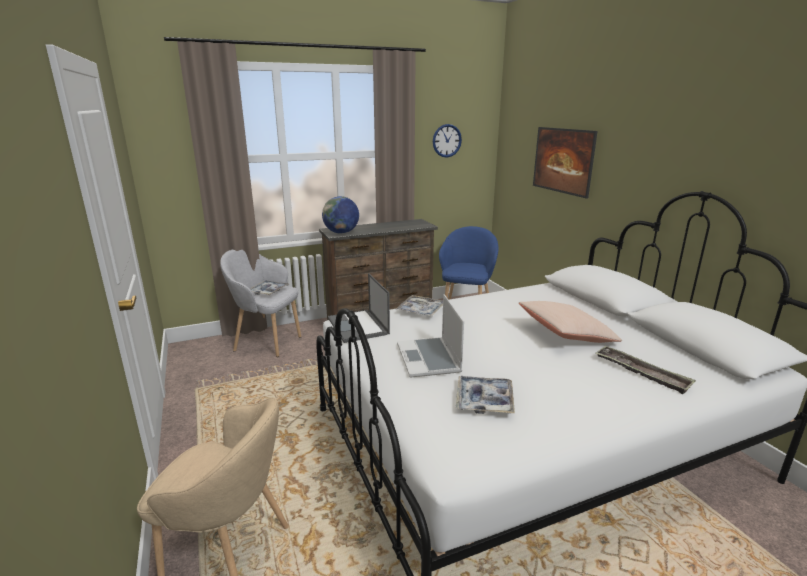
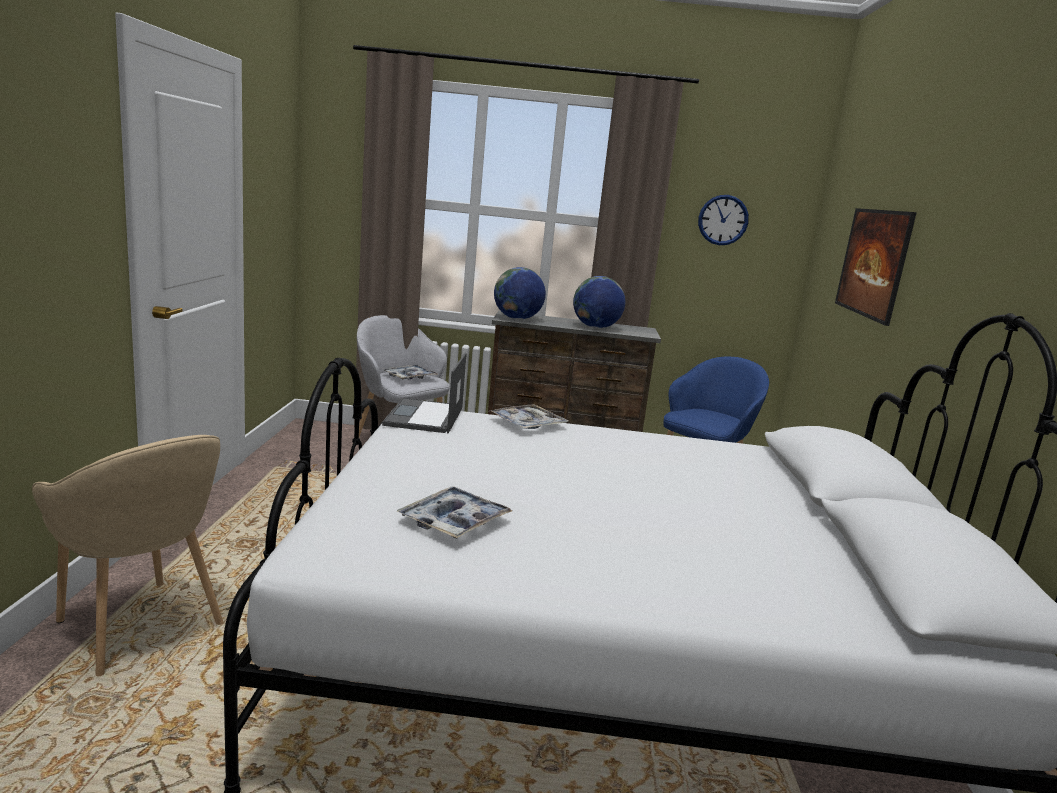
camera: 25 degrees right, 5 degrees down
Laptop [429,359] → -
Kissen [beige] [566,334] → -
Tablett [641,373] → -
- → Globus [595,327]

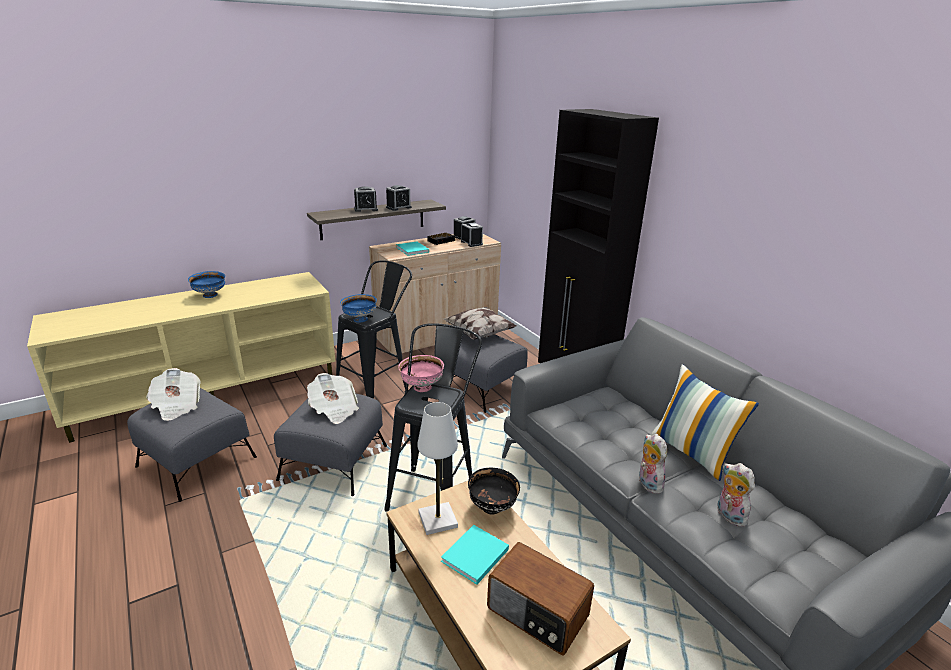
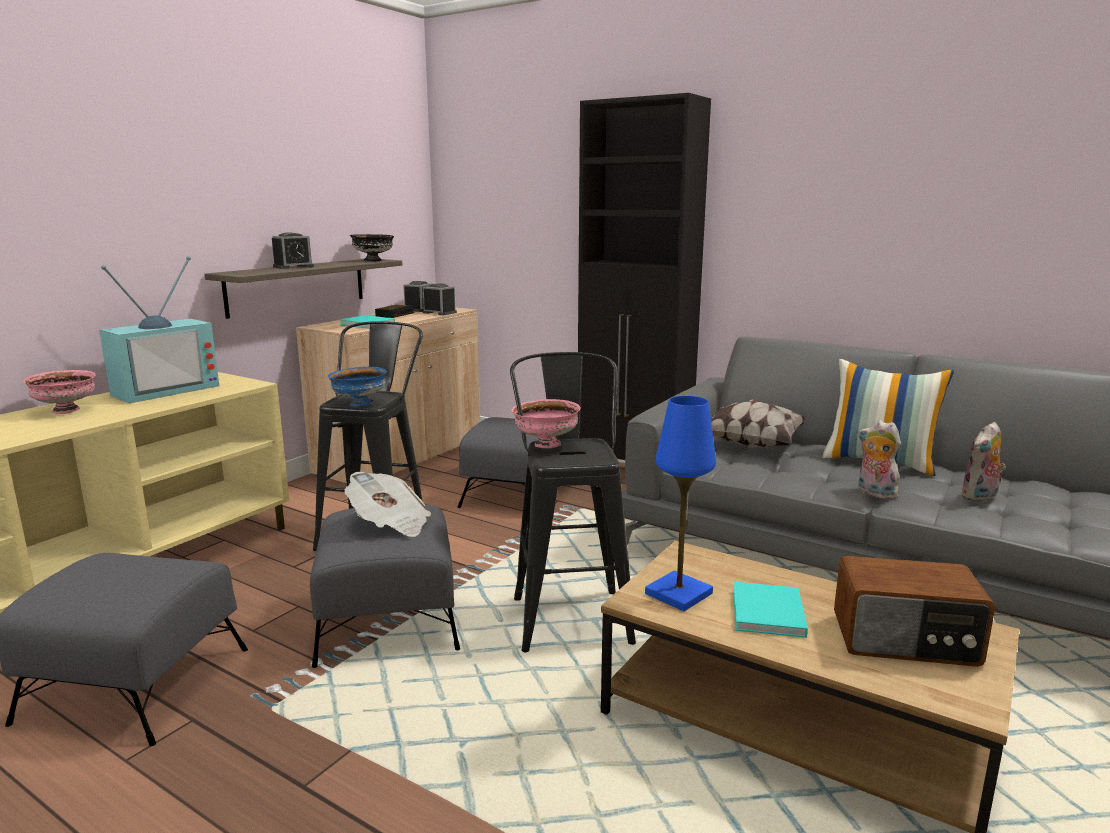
camera: 25 degrees left, 10 degrees down
Zeitung [176,406] → -
Schüssel [blau] [210,295] → Schüssel [rosa] [67,410]
Wecker [398,207] → -
Tischlampe [weiß] [438,520] → Tischlampe [blau] [678,593]
Kissen [479,333] → Kissen [751,444], moved
Schüssel [schwarz] [492,507] → Schüssel [schwarz] [373,260], moved
Plüschtier [728,515] → Plüschtier [980,497], 75 degrees counterclockwise
- → Fernseher [165,389]

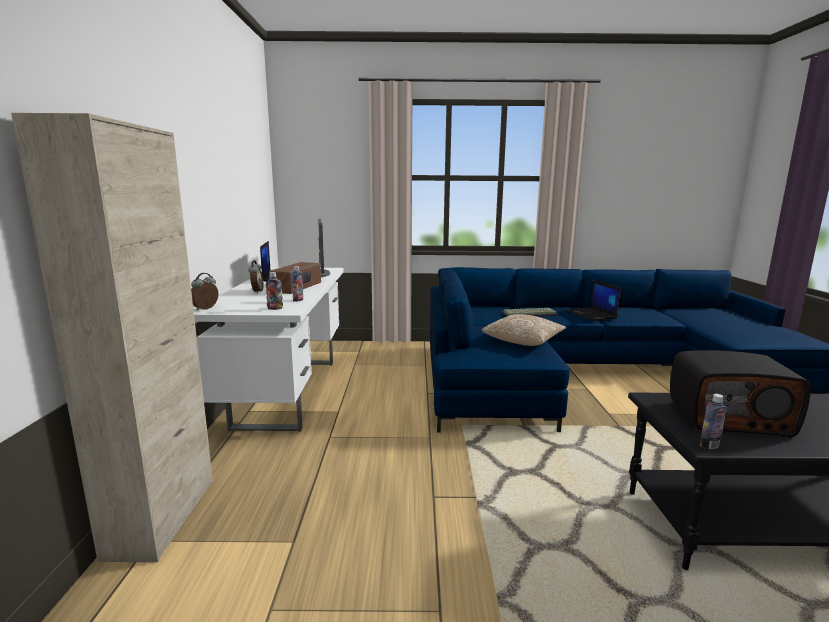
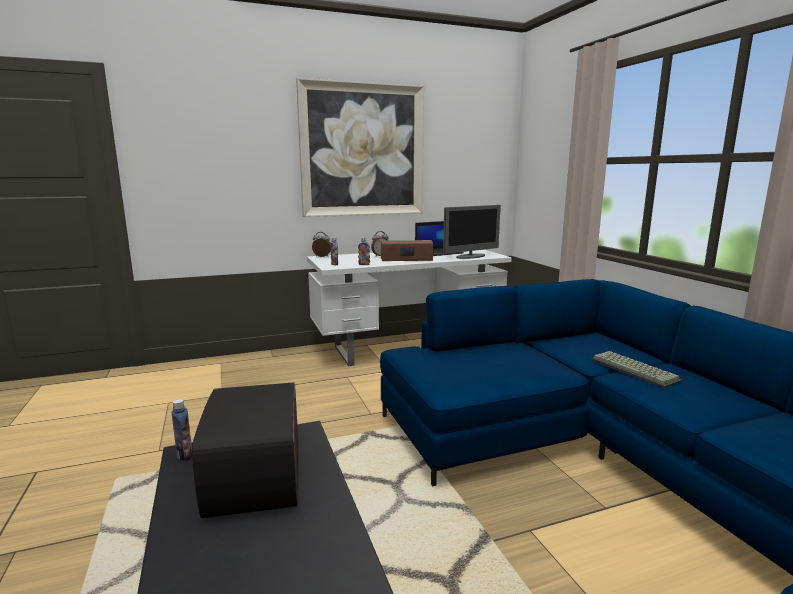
camera: 70 degrees right, 0 degrees up
Schrank [beige] [162,517] → -
Kissen [523,341] → -
Laptop [592,314] → -
- → Bild [363,150]

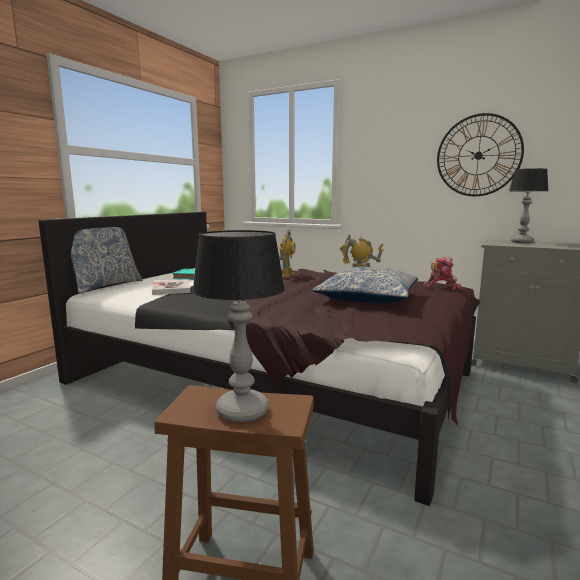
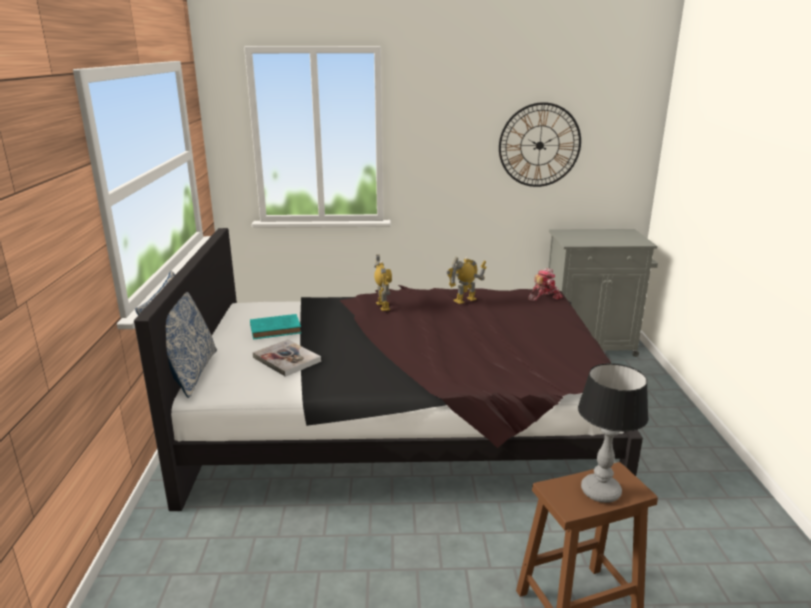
camera: 30 degrees left, 10 degrees up
Kissen [367,298] → -
Tischlampe [521,242] → -

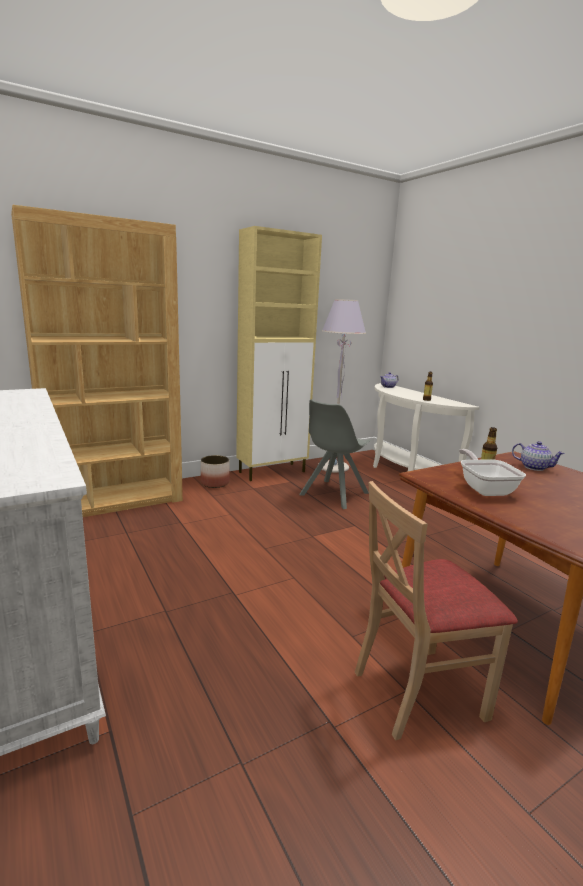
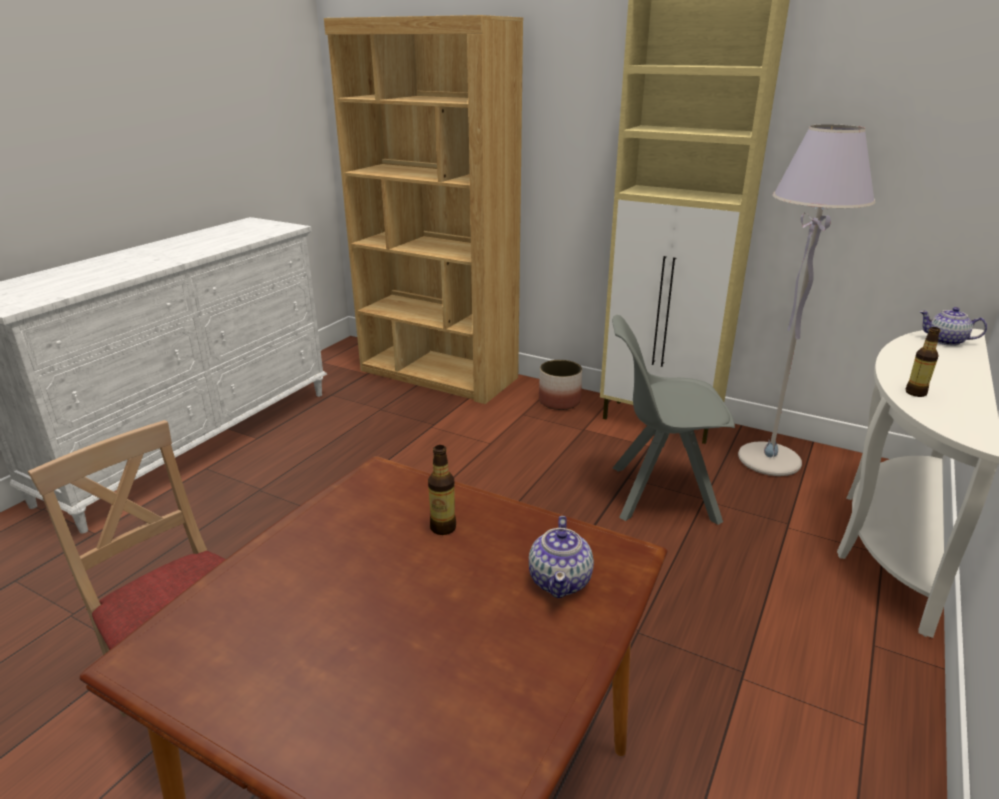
camera: 60 degrees right, 10 degrees up
Pfanne [484,488] → -

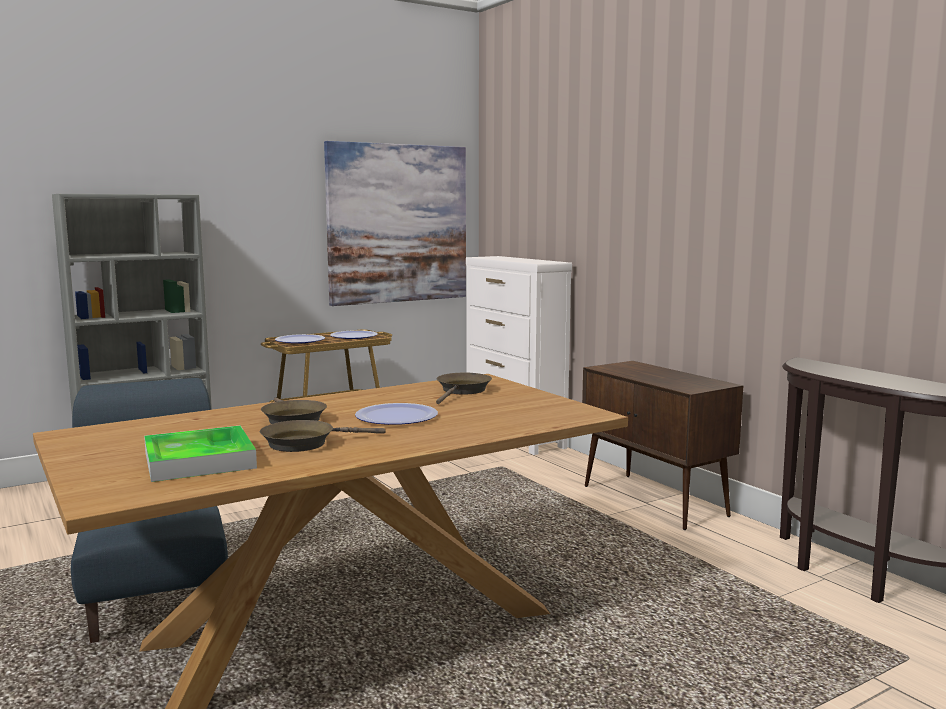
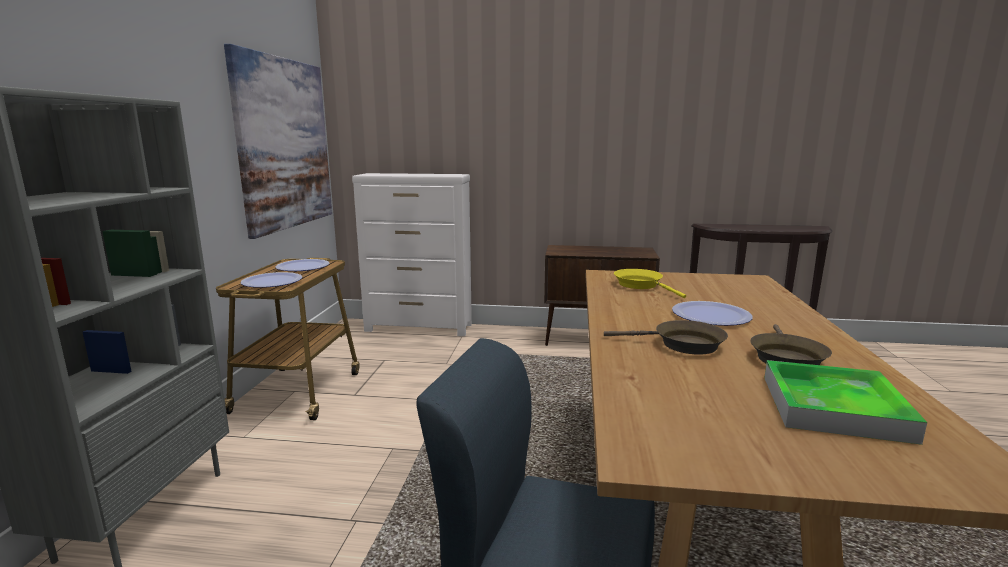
camera: 50 degrees left, 5 degrees up
Pfanne [braun] [462,391] → Pfanne [gelb] [641,285]

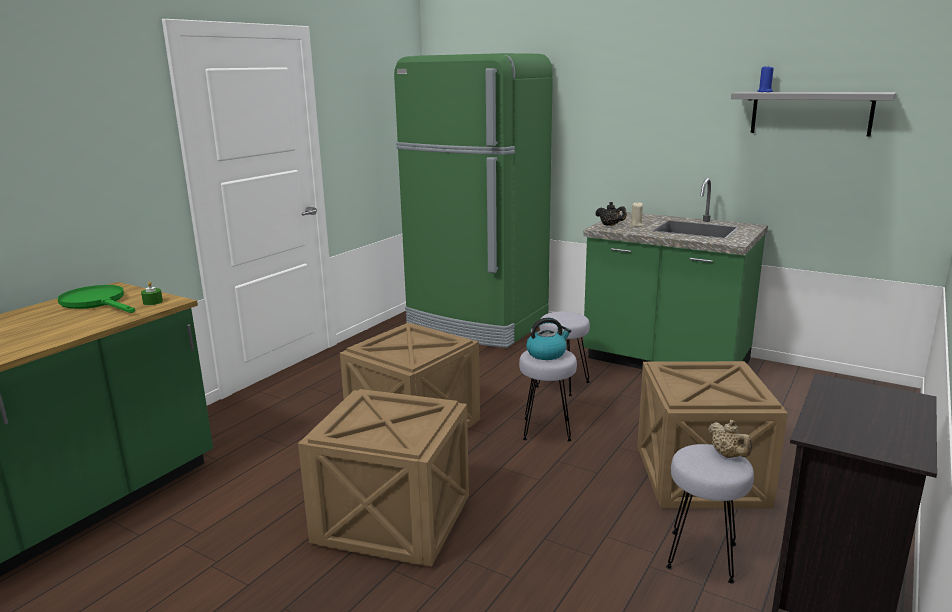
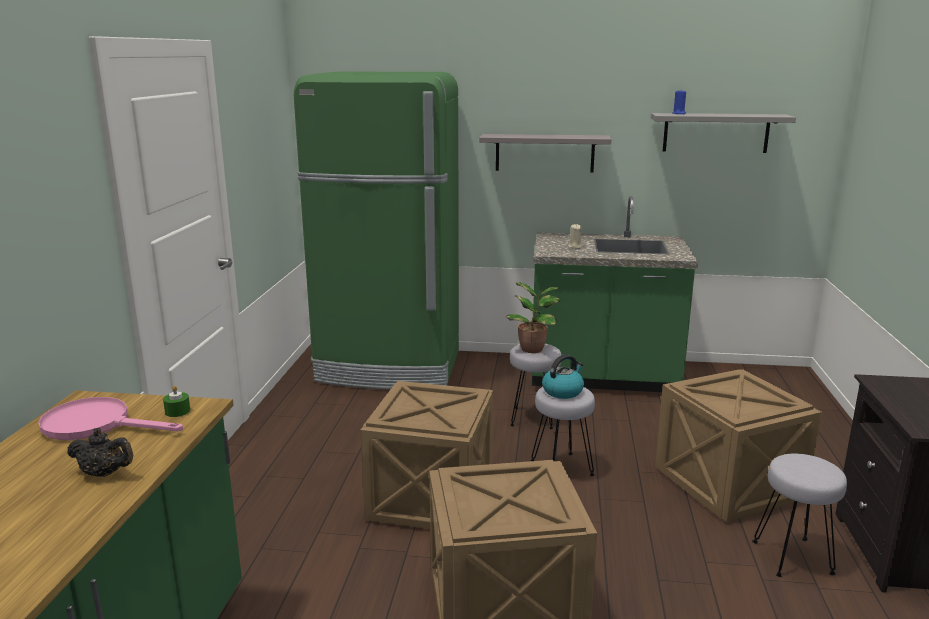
camera: 25 degrees left, 0 degrees up
Pfanne [grün] [97,302] → Pfanne [rosa] [97,425]
Teekanne [schwarz] [610,225] → Teekanne [schwarz] [105,474], moved
Teekanne [beige] [728,455] → -
- → Wandregal [grau] [544,153]
- → Topfpflanze [533,349]

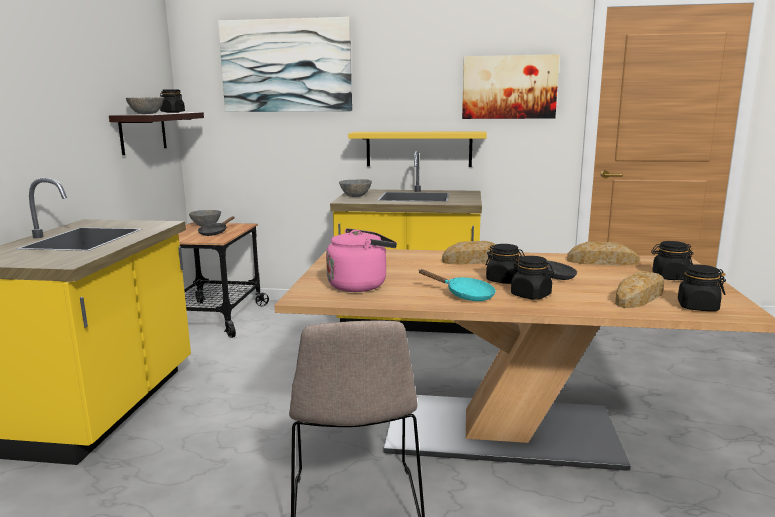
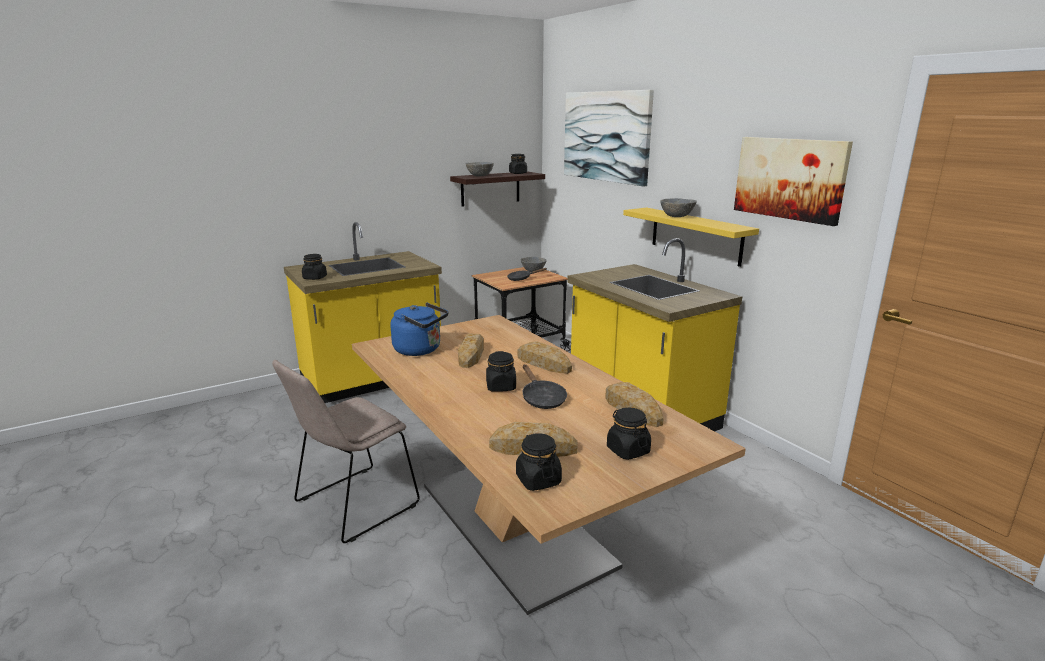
camera: 50 degrees right, 5 degrees up
Wasserkessel [rosa] [360,285] → Wasserkessel [blau] [420,350]
Schüssel [grau] [355,196] → Schüssel [grau] [676,216], moved
Pfanne [türkis] [465,295] → -
Vorratsglas [schwarz] [531,295] → Vorratsglas [schwarz] [315,278], moved
- → Brot [471,354]

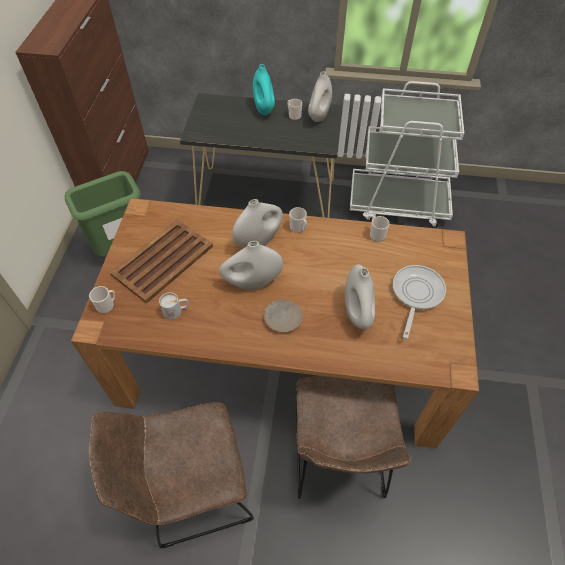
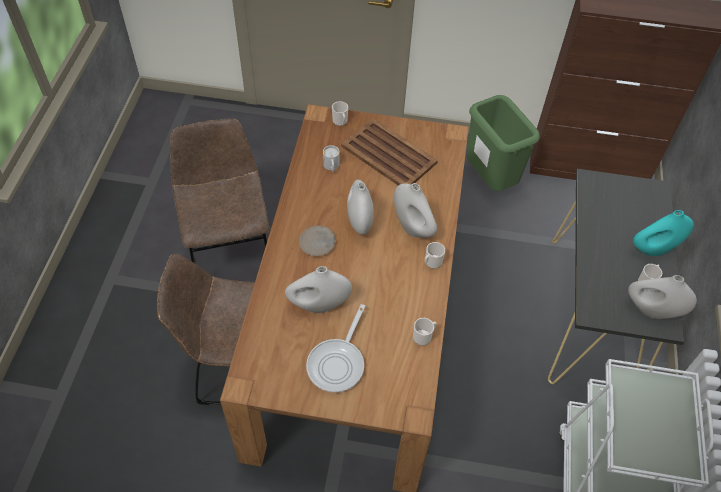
camera: 90 degrees right, 0 degrees up
Pfanne [416,294] → Pfanne [338,363], 90 degrees clockwise

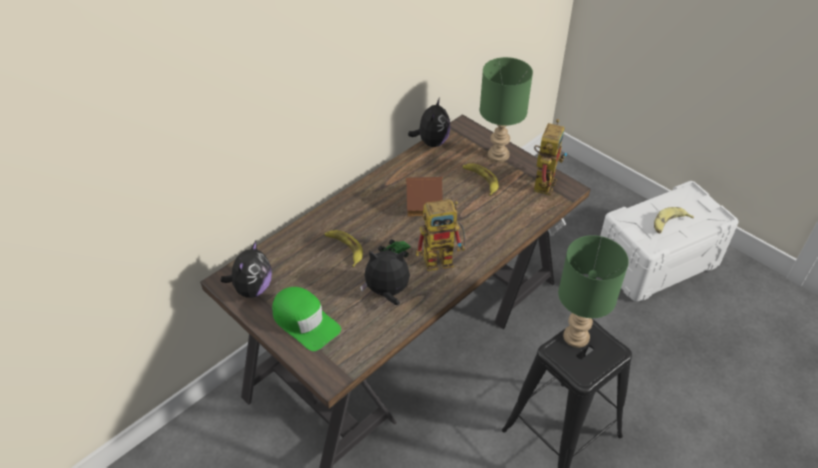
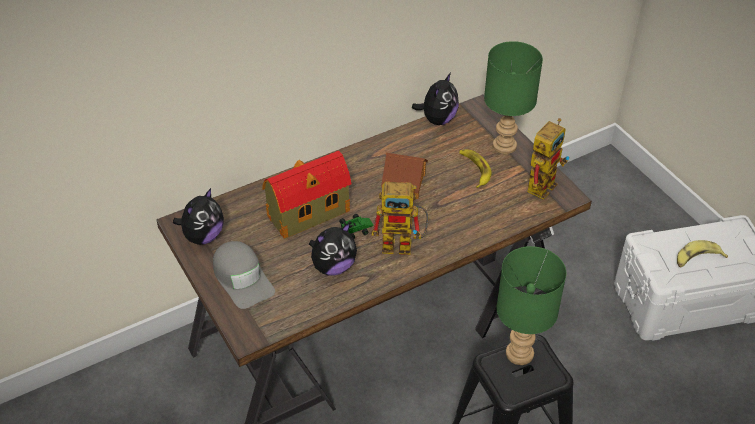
camera: 15 degrees right, 0 degrees up
Kappe [grün] [305,322] → Kappe [grau] [242,279]
Banane [344,248] → Spielzeughaus [306,214]
Plüschtier [387,292] → Plüschtier [333,266], 135 degrees clockwise

